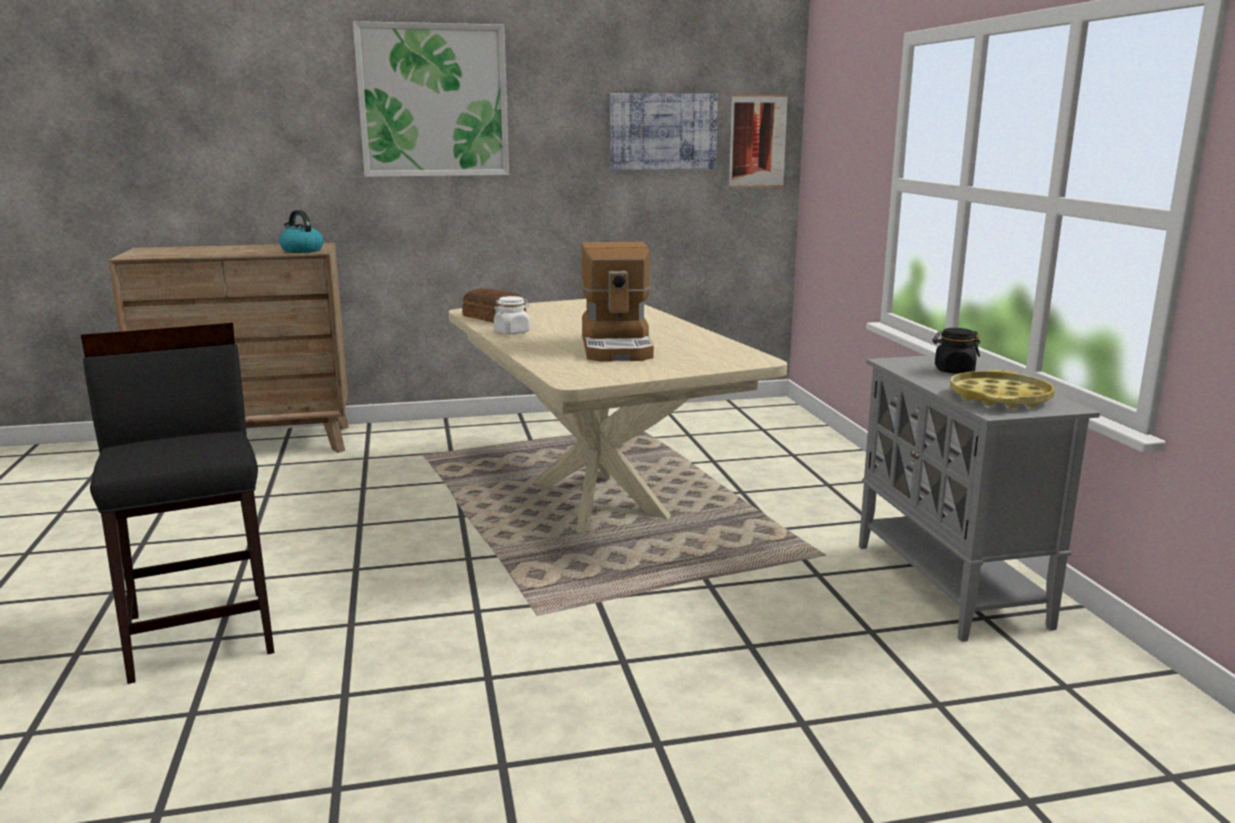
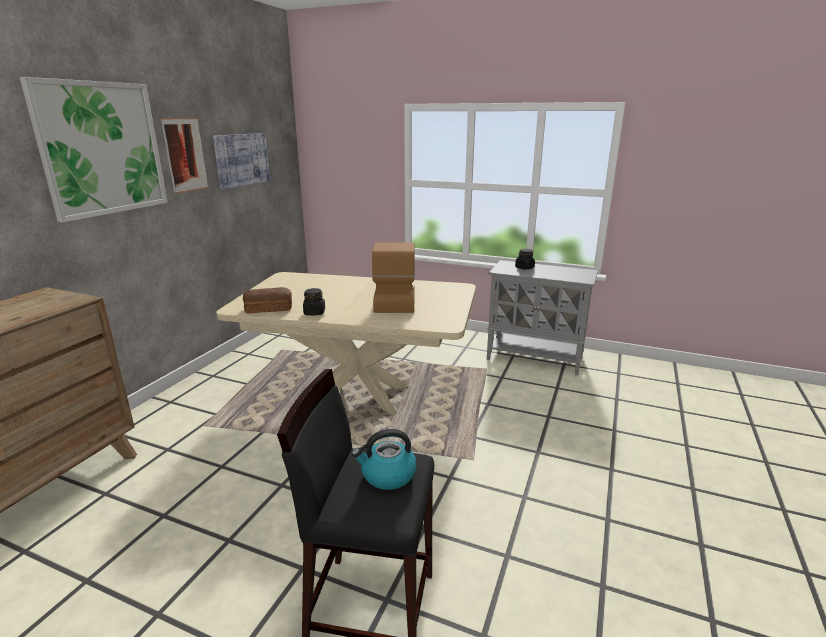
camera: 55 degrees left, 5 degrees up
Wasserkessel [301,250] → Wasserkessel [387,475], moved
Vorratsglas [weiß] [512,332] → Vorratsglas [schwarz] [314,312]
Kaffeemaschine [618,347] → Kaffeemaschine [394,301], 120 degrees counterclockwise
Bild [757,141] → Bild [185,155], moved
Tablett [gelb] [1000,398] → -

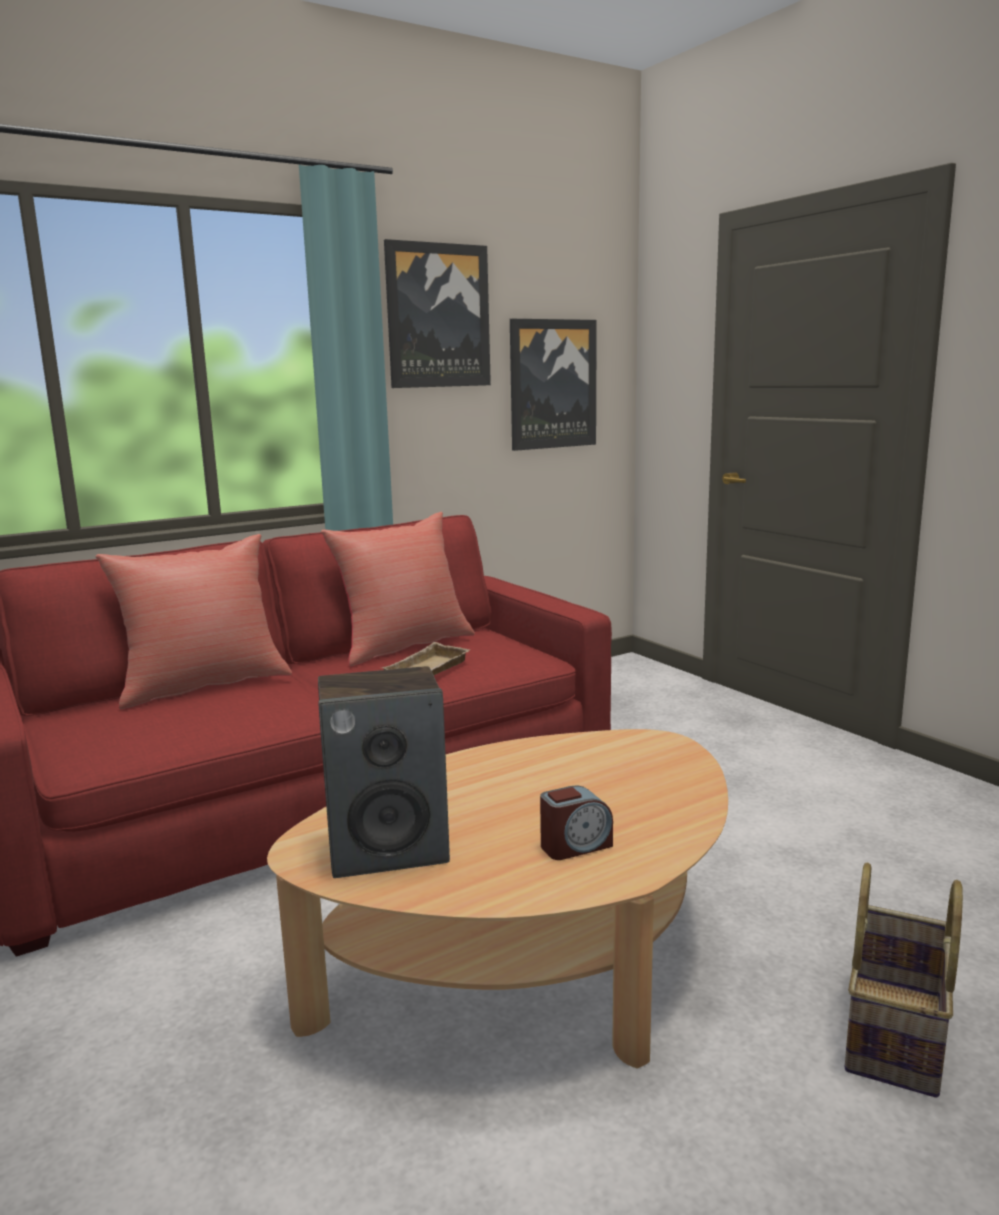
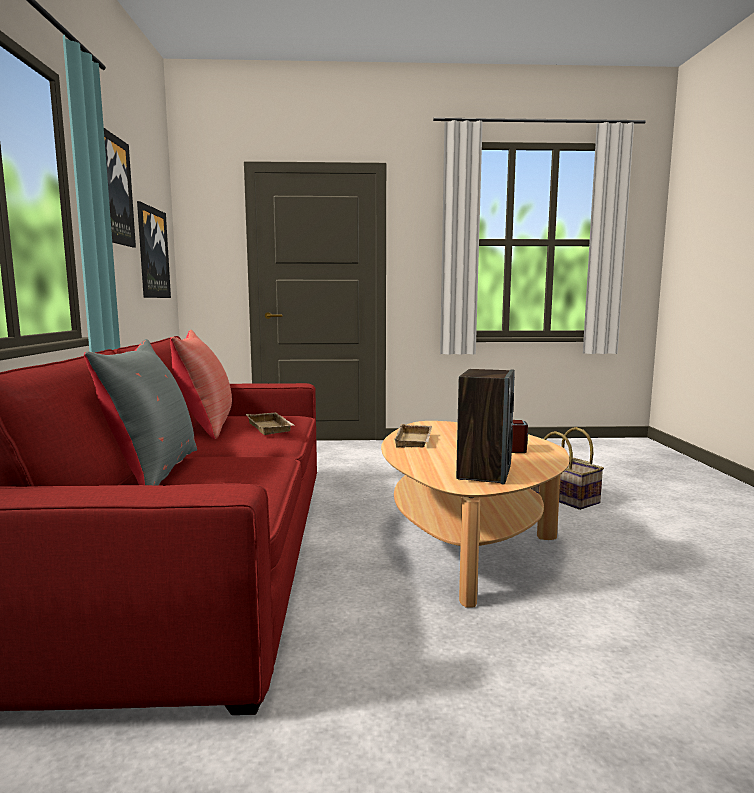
camera: 60 degrees left, 5 degrees down
Kissen [rot] [203,685] → Kissen [grau] [153,471]
- → Tablett [beige] [415,441]

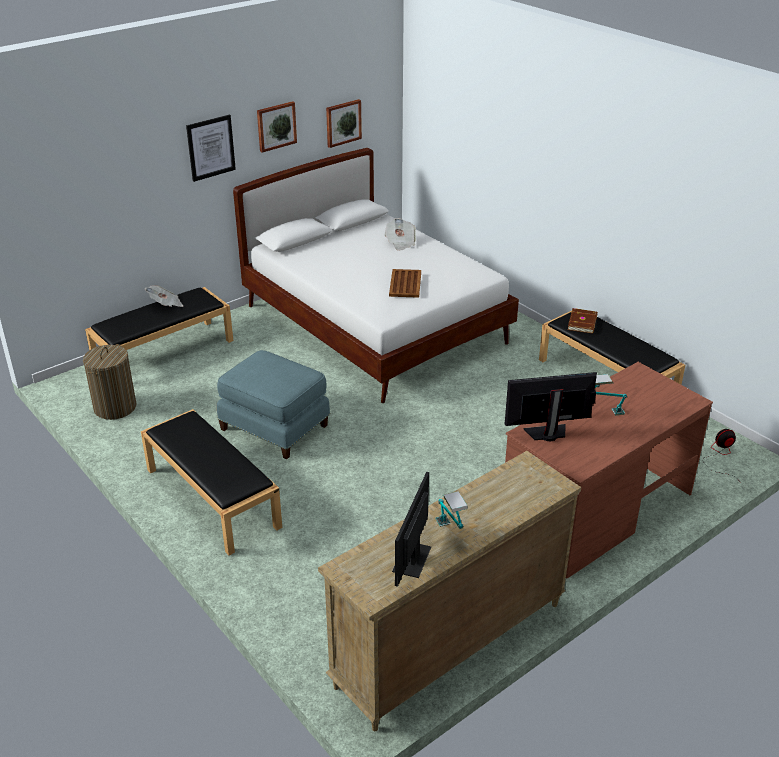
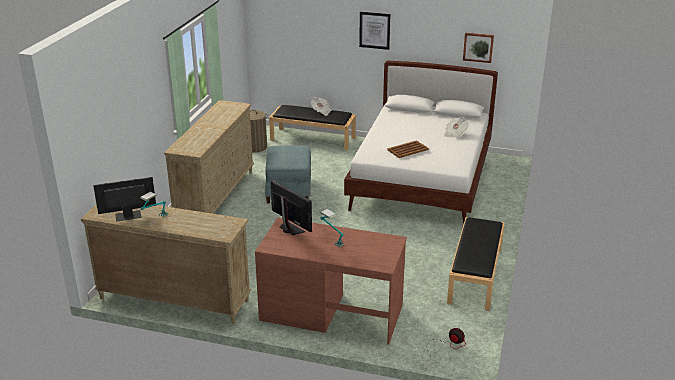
camera: 55 degrees right, 5 degrees down
Bank [schwarz] [211,497] → Kommode [beige] [216,197]
Bild [276,126] → -
Buch [braun] [583,322] → -

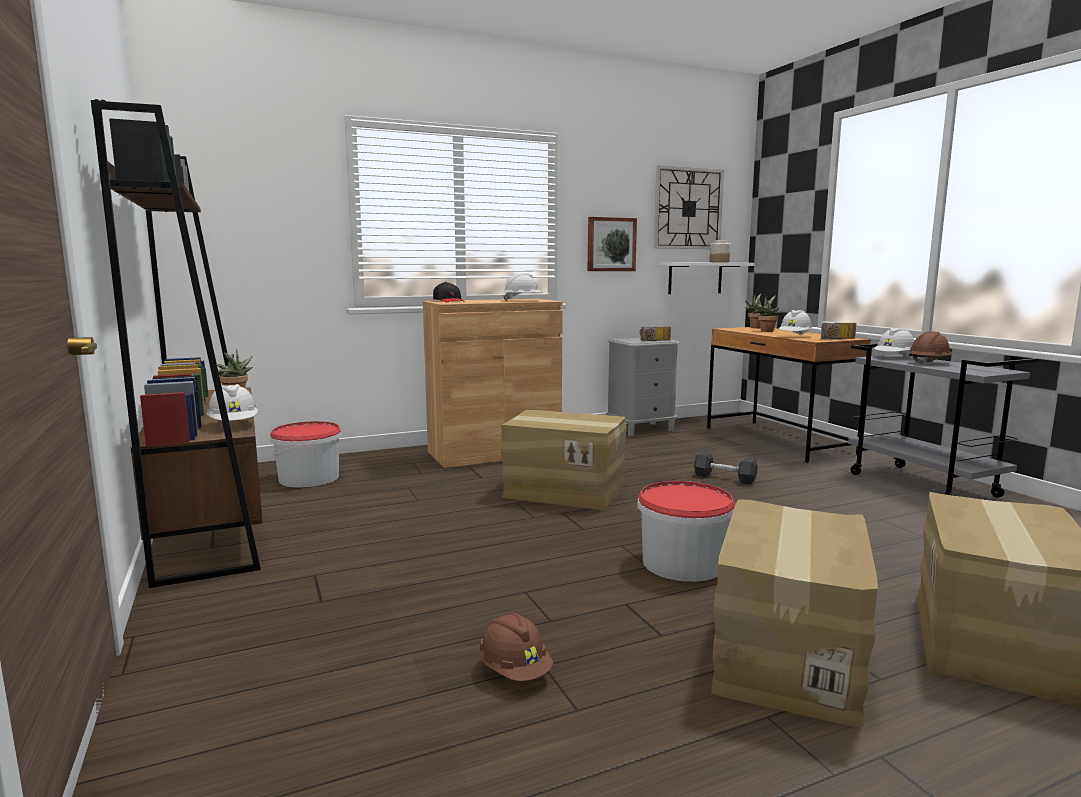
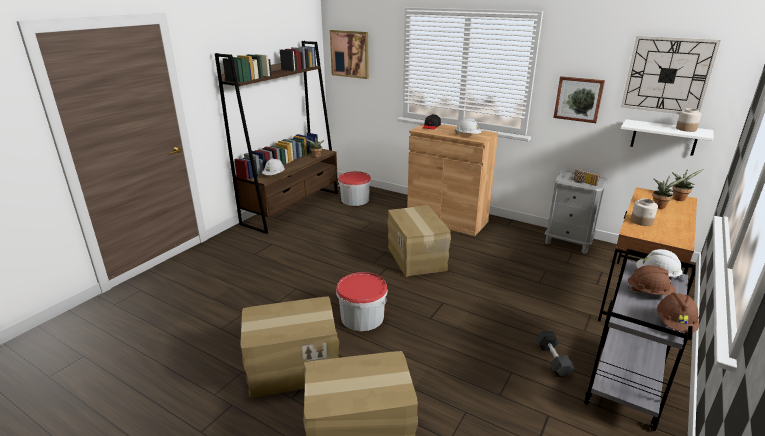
camera: 55 degrees right, 15 degrees up
Schutzhelm [braun] [514,671] → Schutzhelm [braun] [675,324], moved
Hantel [grau] [724,478] → Hantel [grau] [552,360], moved
Schutzhelm [weiß] [795,336] → Vorratsglas [642,221]
Radio [838,339] → -
- → Bild [350,54]

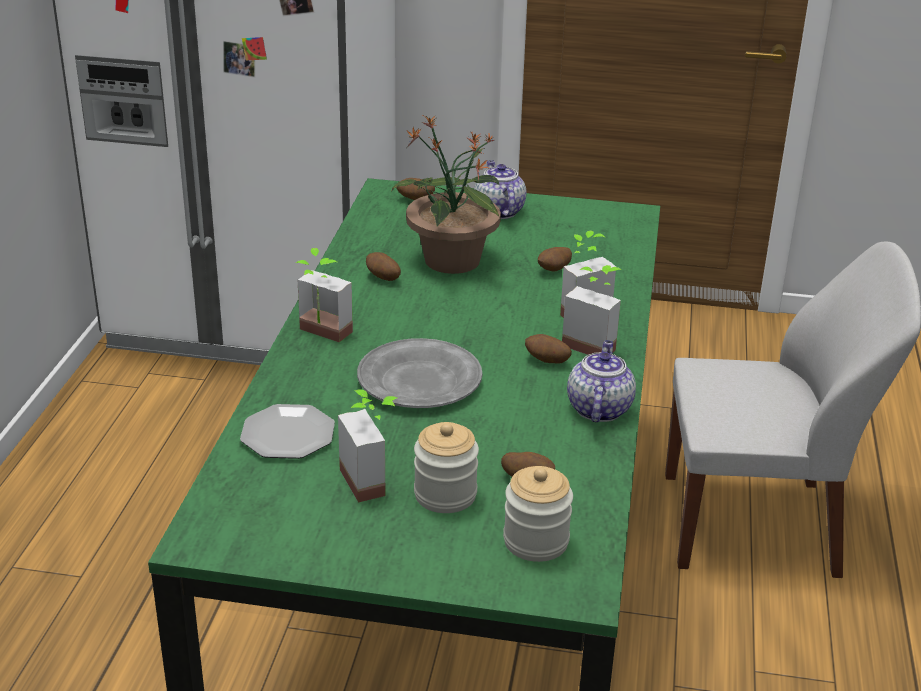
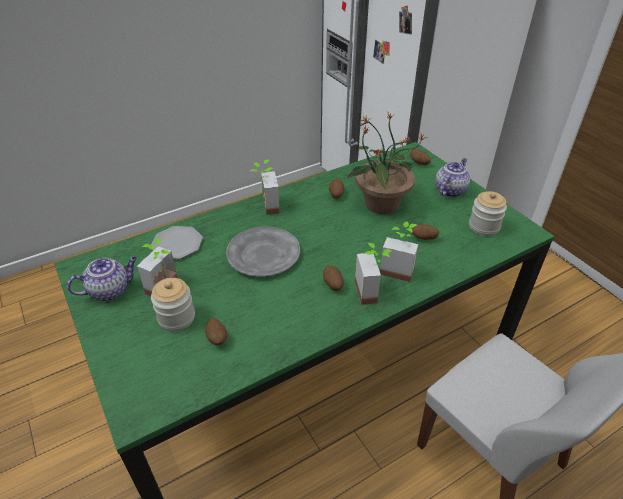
camera: 50 degrees right, 10 degrees up
Vorratsglas [536,541] → Vorratsglas [484,227], moved
Teekanne [598,408] → Teekanne [110,290], moved

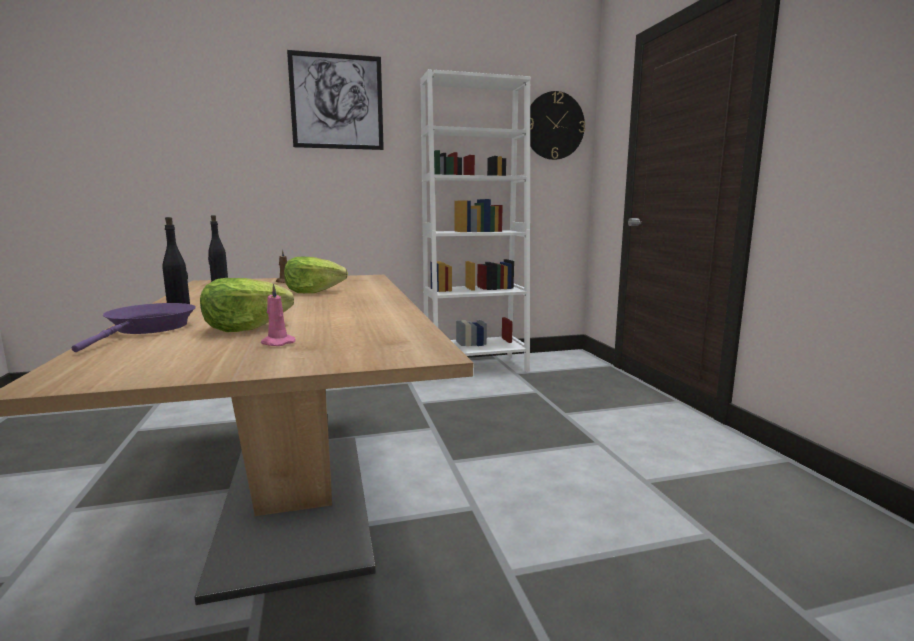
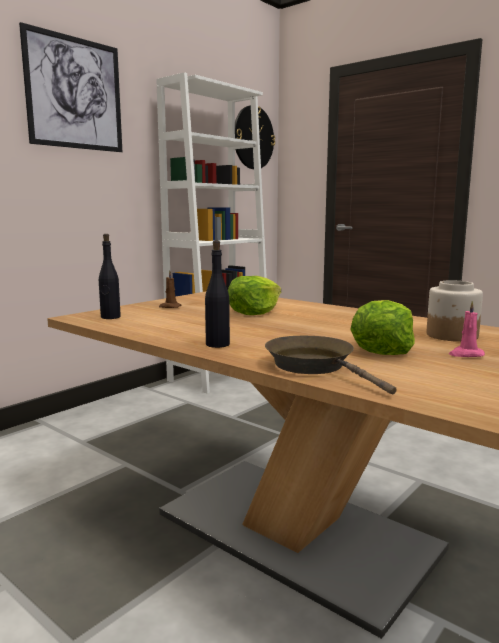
camera: 35 degrees left, 0 degrees up
Pfanne [lila] [148,329] → Pfanne [braun] [315,366]
- → Vorratsglas [451,335]

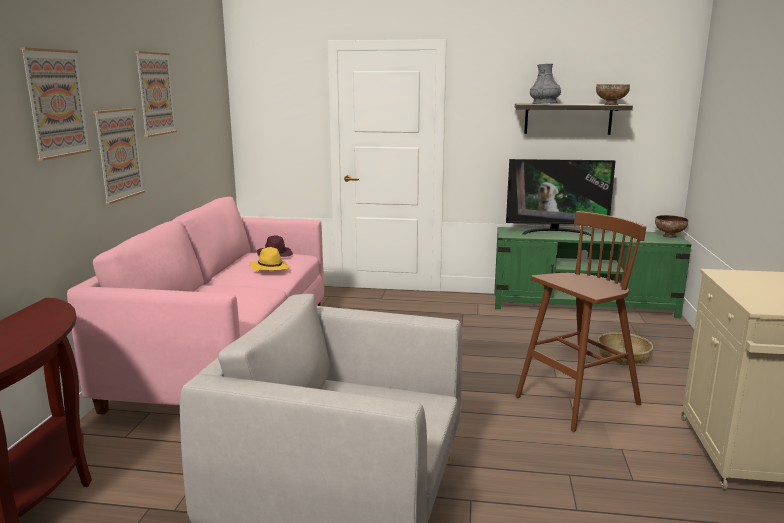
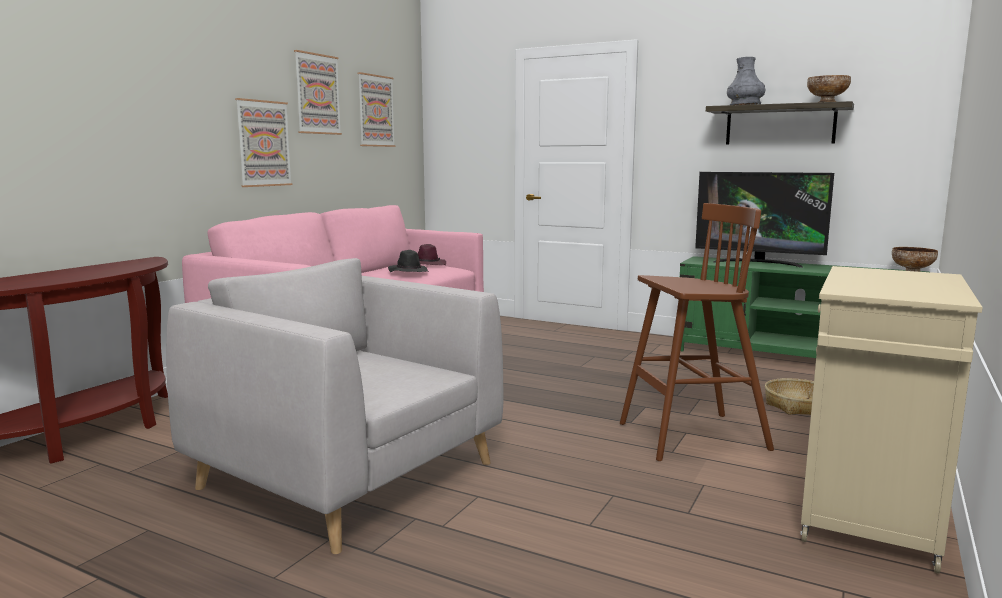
camera: 20 degrees right, 5 degrees down
Bild [55,103] → Bild [375,111], moved
Hut [gelb] [269,268] → Hut [schwarz] [408,272]

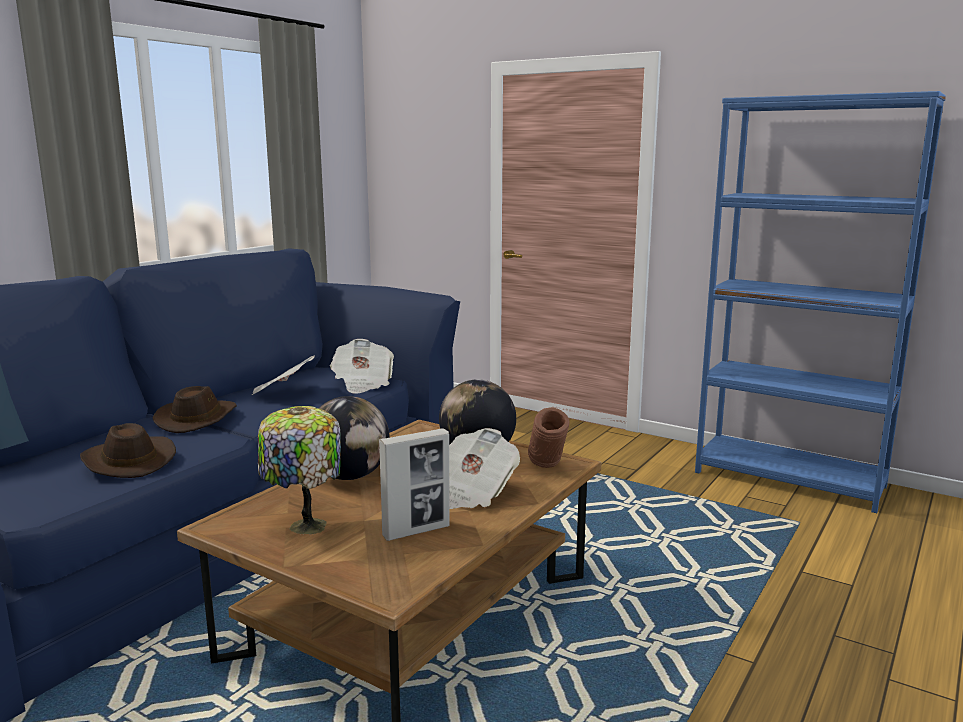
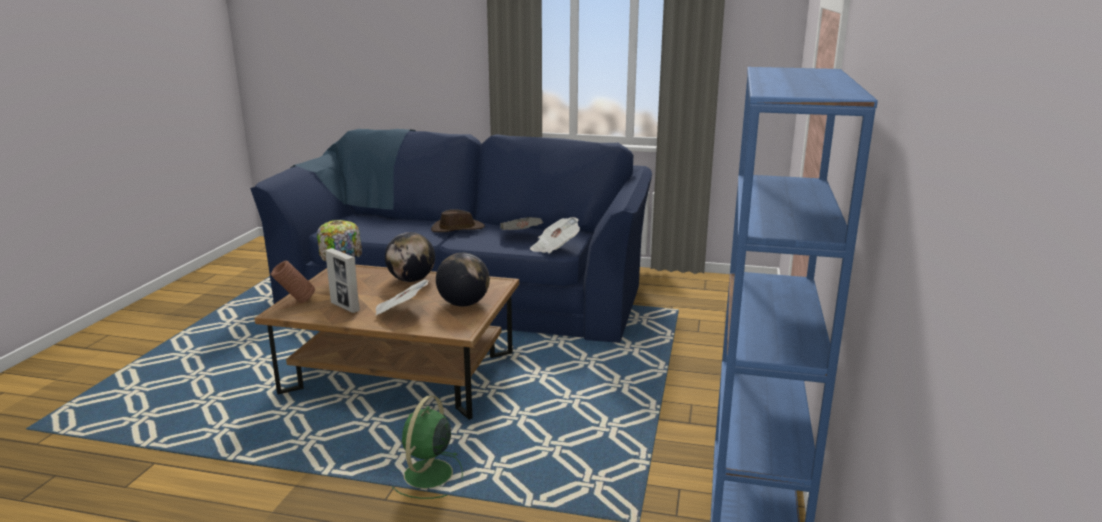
camera: 70 degrees right, 5 degrees up
Hut [braun] [128,461] → -
Vase [braun] [547,470] → Vase [braun] [296,302], moved
- → Ventilator [grün] [427,476]

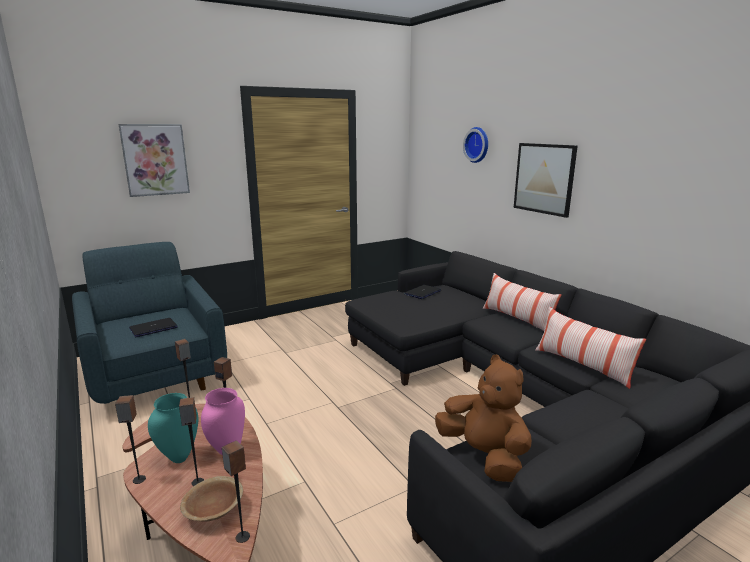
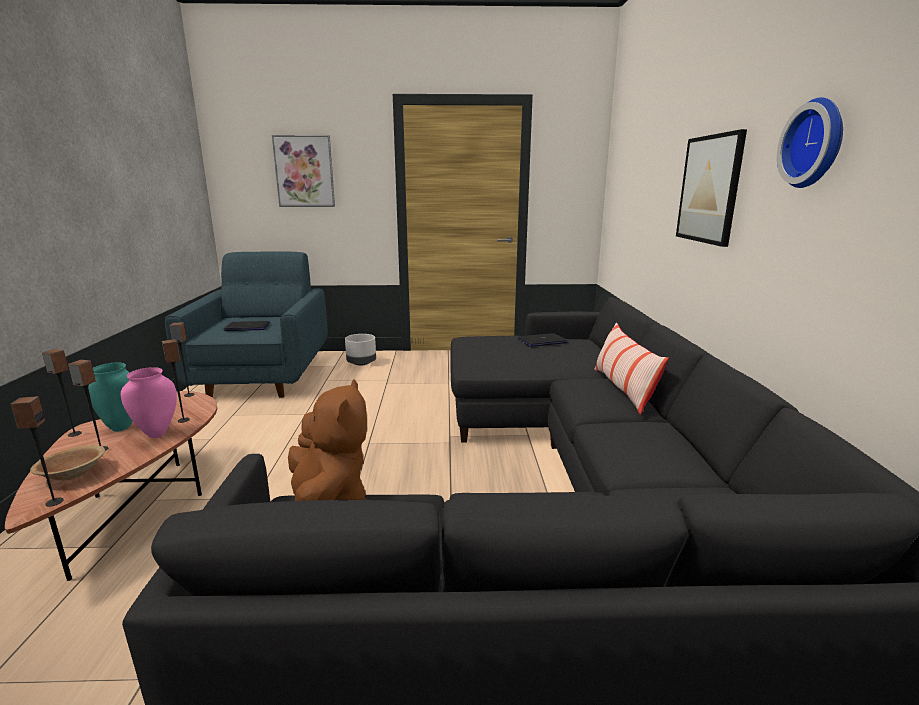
camera: 30 degrees right, 0 degrees up
Wanduhr [478,145] → Wanduhr [816,144], moved
Kissen [582,366] → -
- → Pflanzkübel [grau] [361,363]

